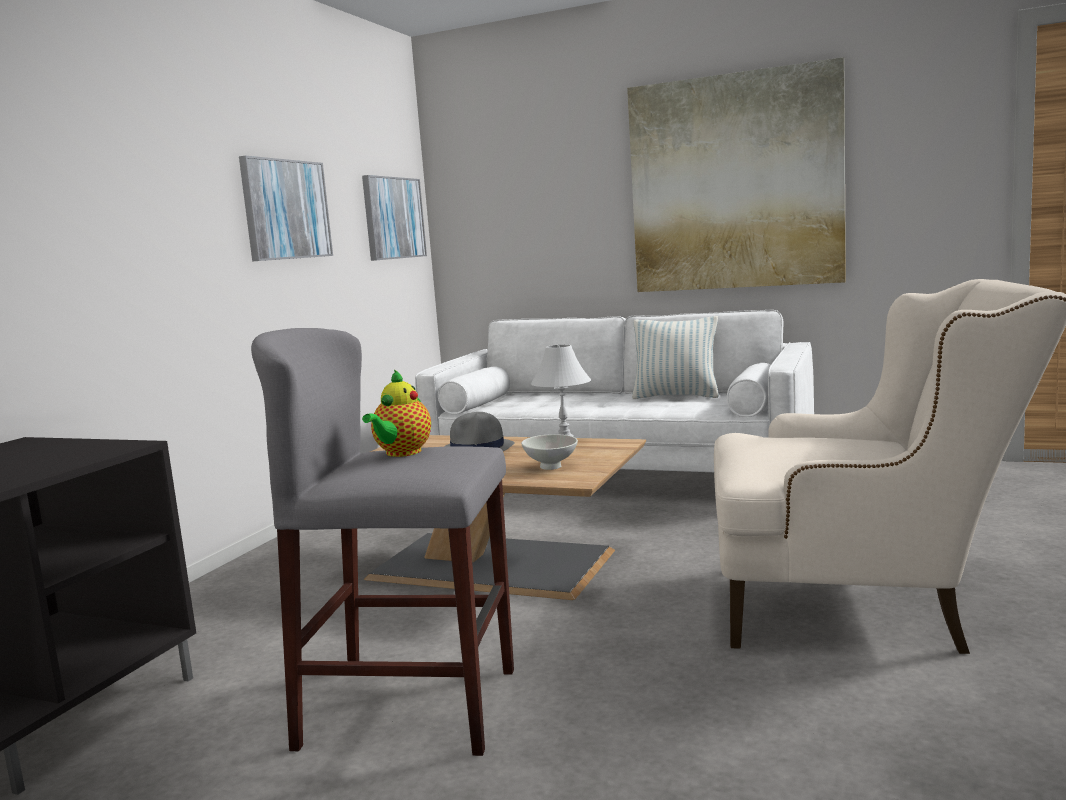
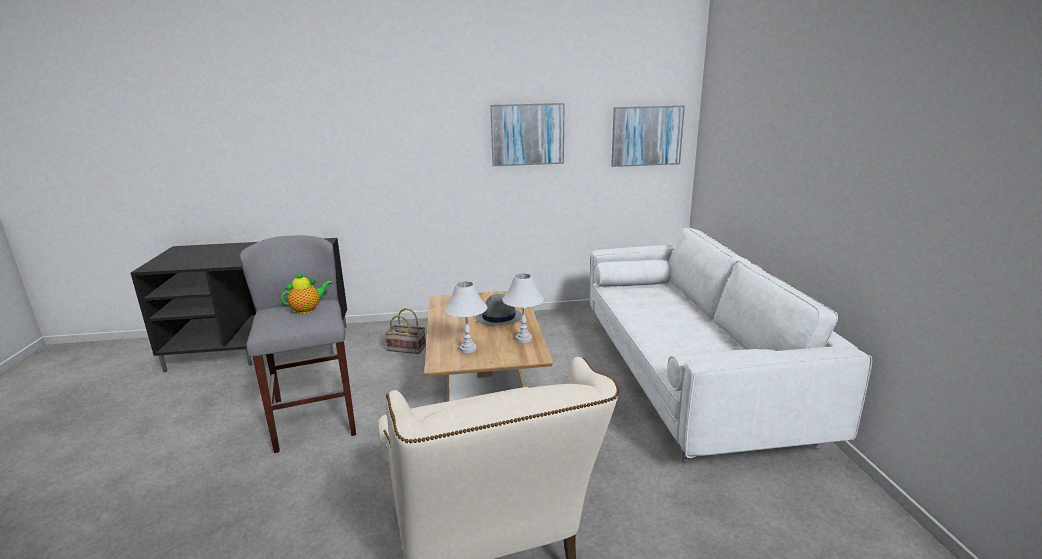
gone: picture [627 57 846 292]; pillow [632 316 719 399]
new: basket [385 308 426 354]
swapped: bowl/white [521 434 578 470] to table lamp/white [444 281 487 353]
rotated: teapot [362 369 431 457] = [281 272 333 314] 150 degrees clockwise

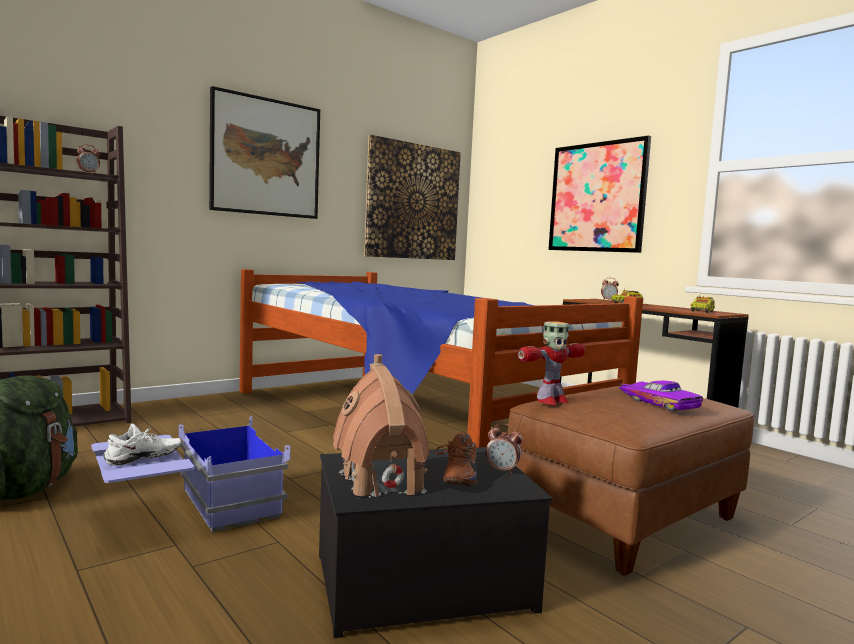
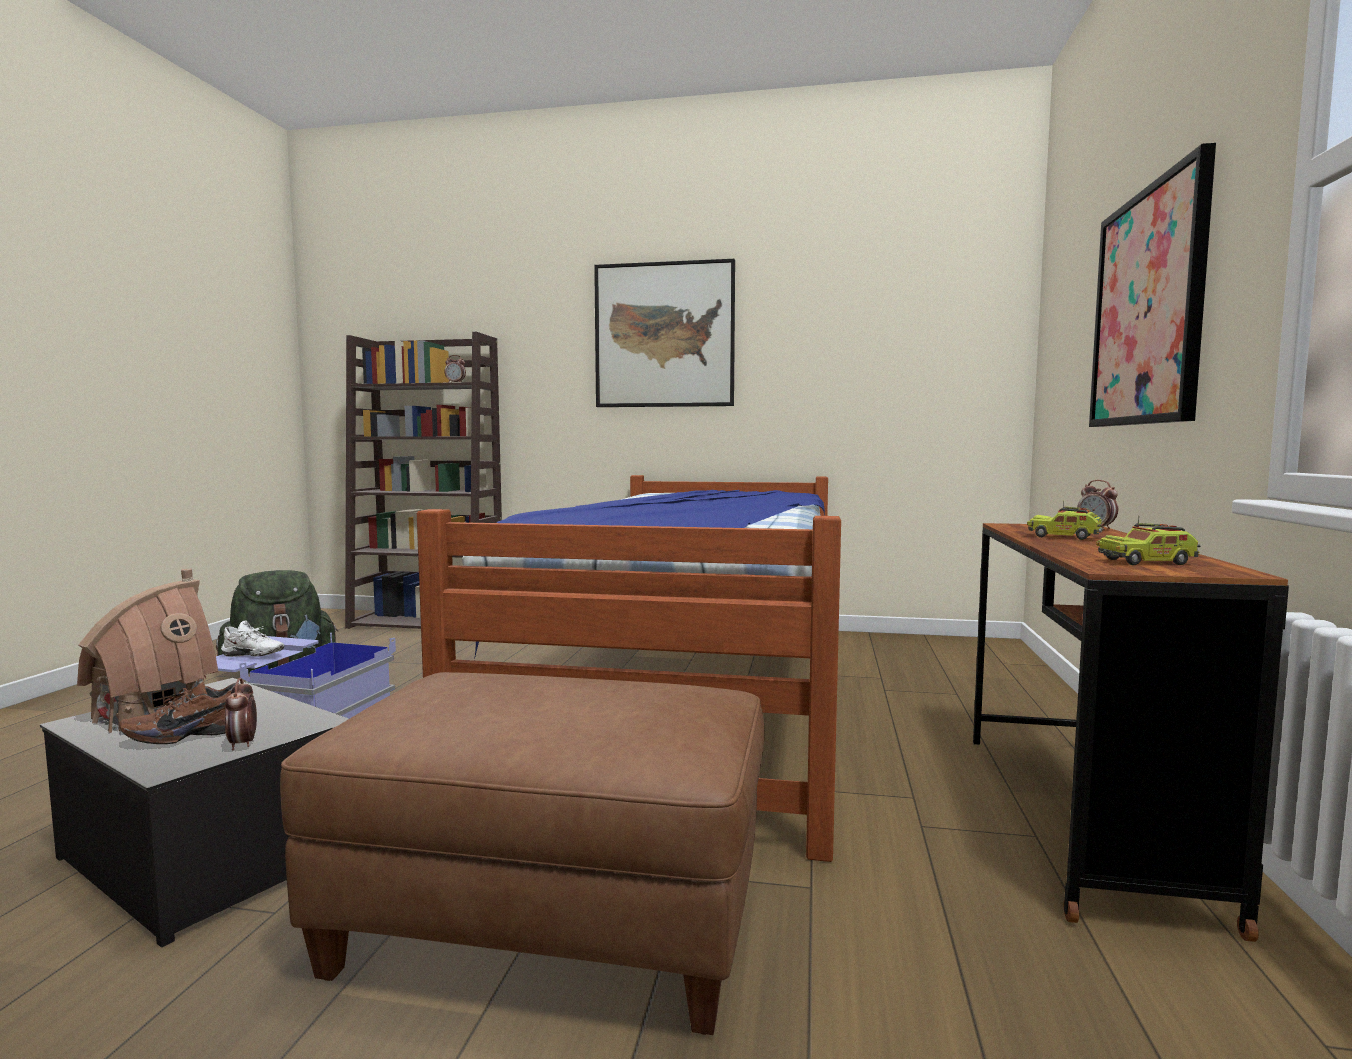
gone: picture [364 135 461 260]; toy robot [518 321 585 405]; toy car/purple [619 381 703 411]

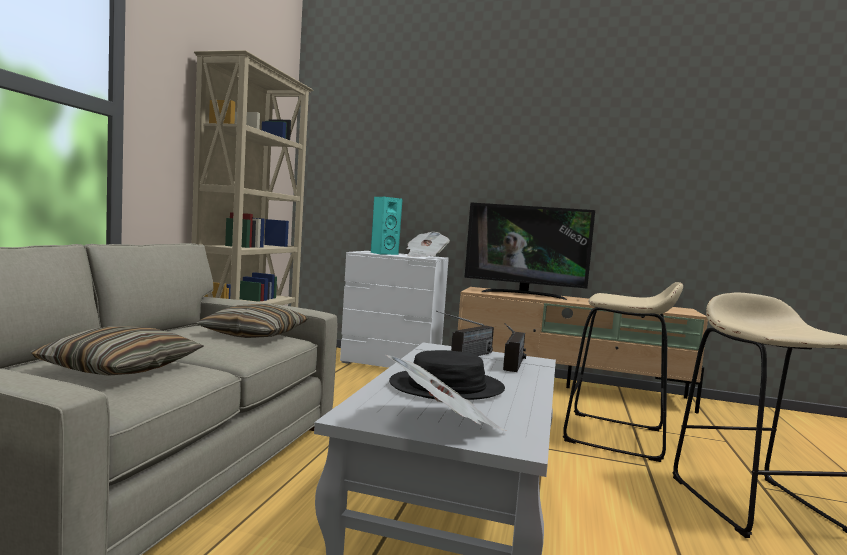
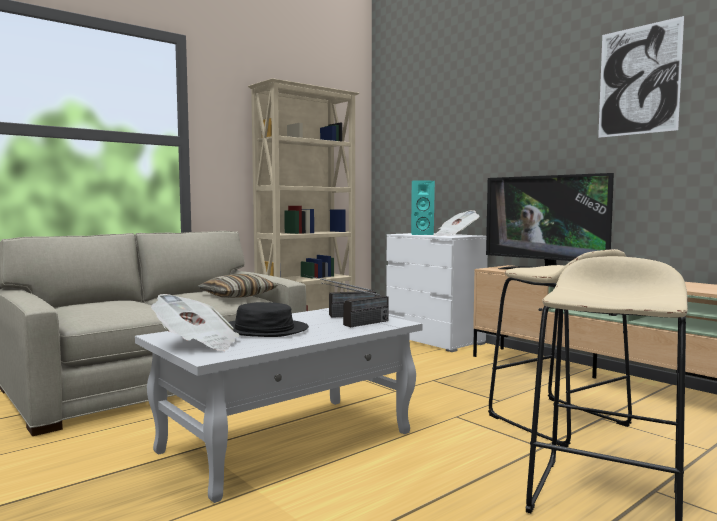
gone: pillow [30 326 204 376]
new: picture [598 16 684 138]

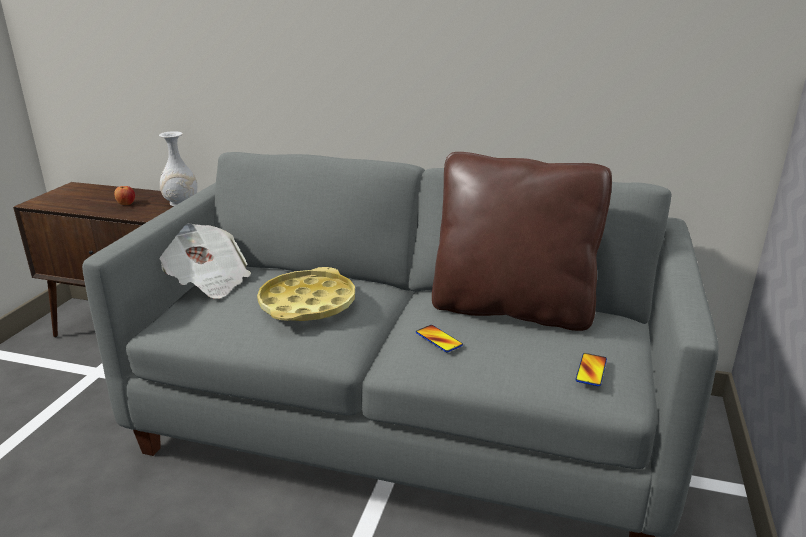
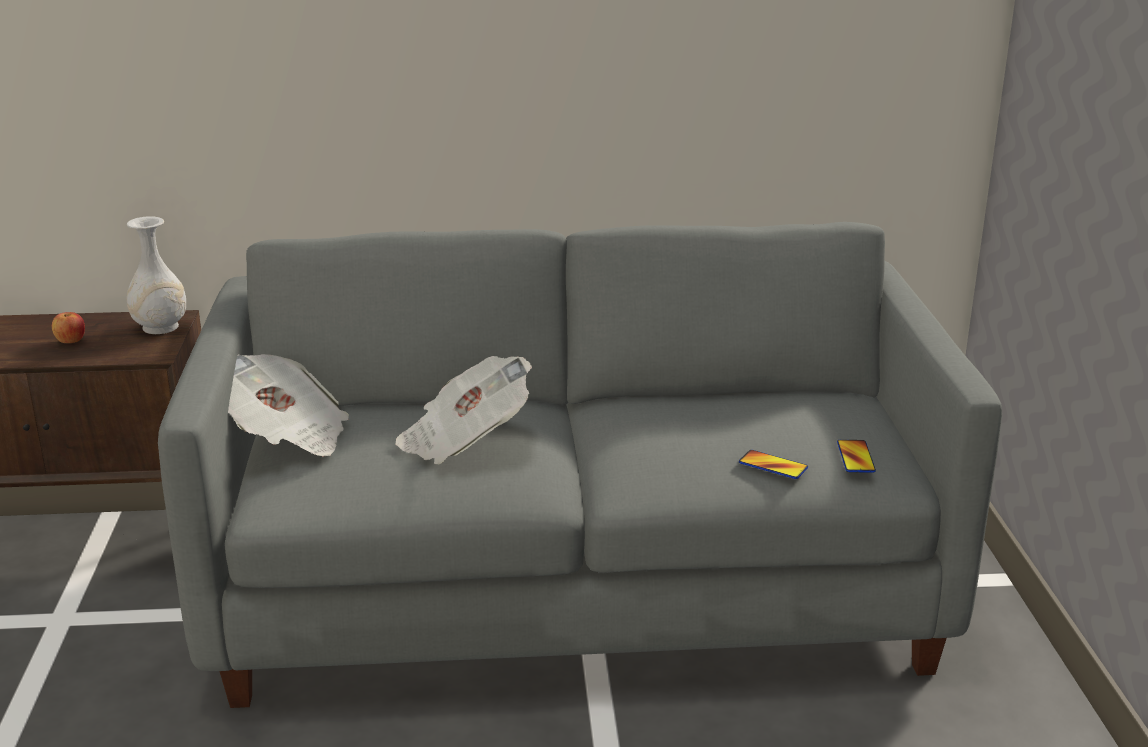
gone: pillow/brown [432 152 612 331]
shifted: phone [416 325 463 352] to [739 450 808 479]
swapped: tray/yellow [257 267 355 321] to newspaper [395 356 532 464]

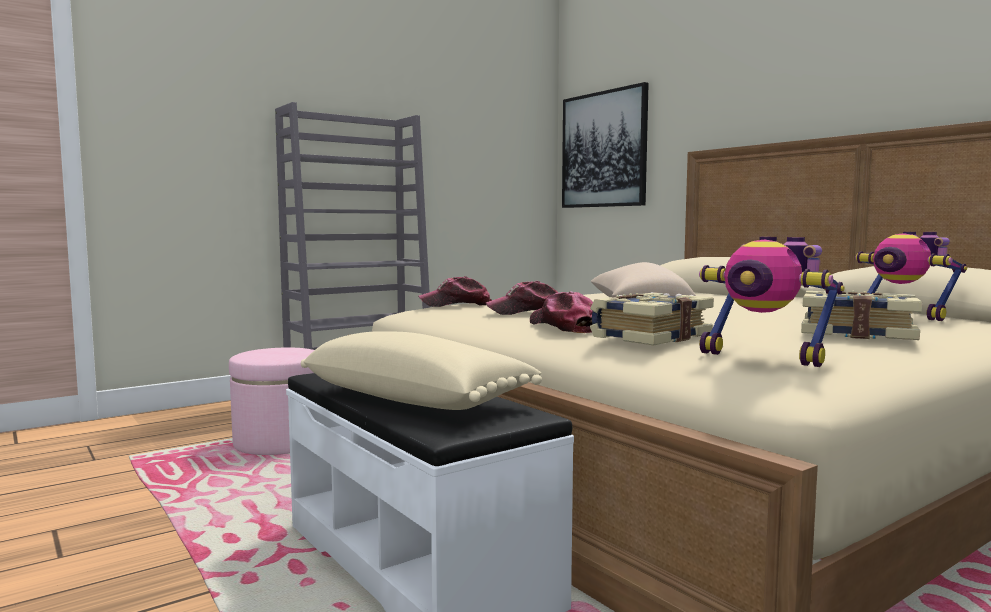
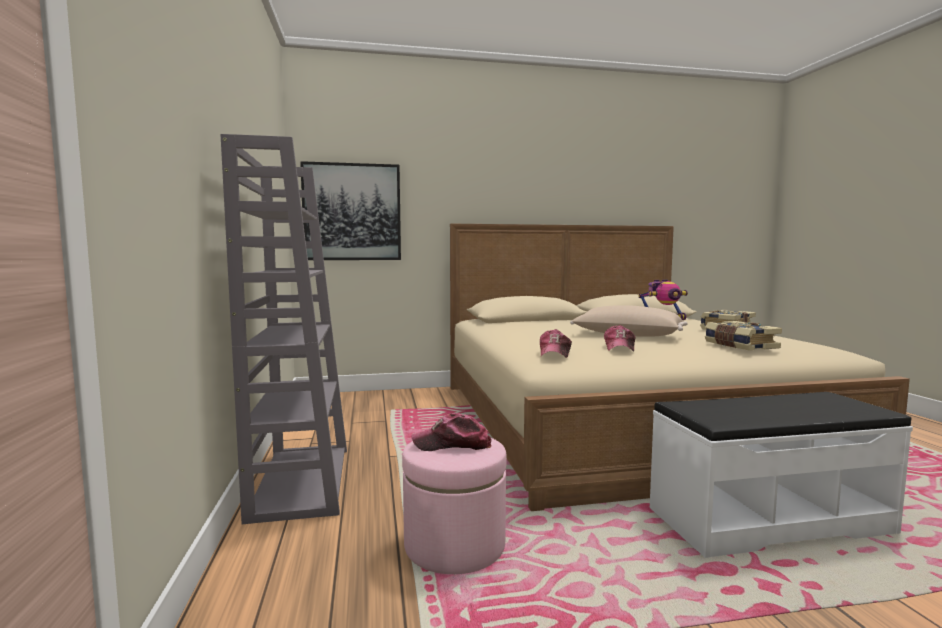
gone: pillow/beige [301 331 542 410]; toy robot [699 237 844 367]
shifted: cap [530 291 593 333] to [411 413 492 451]

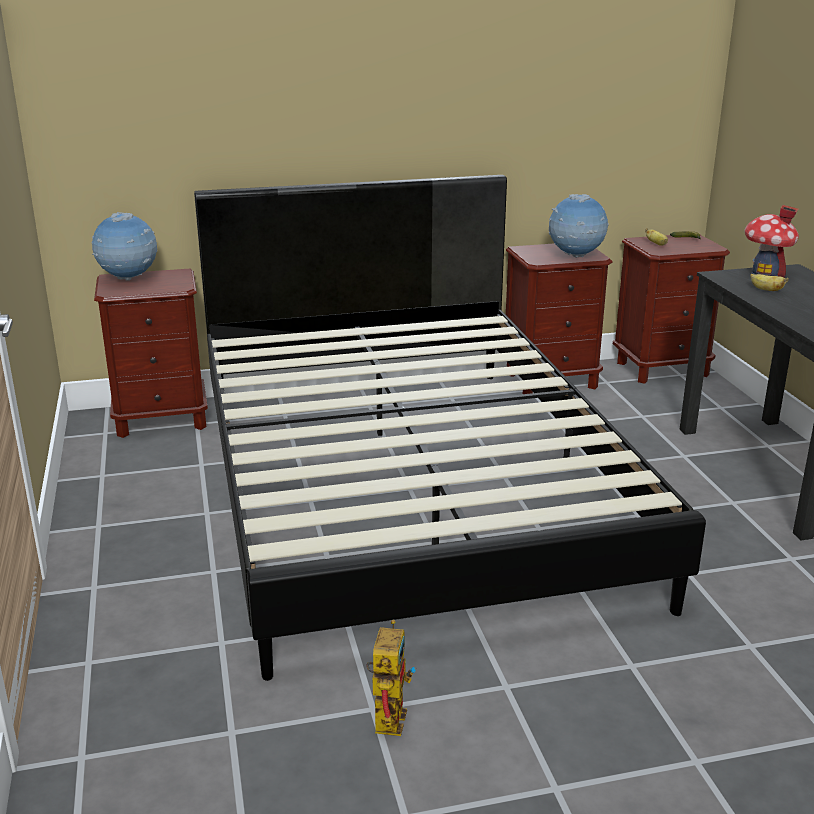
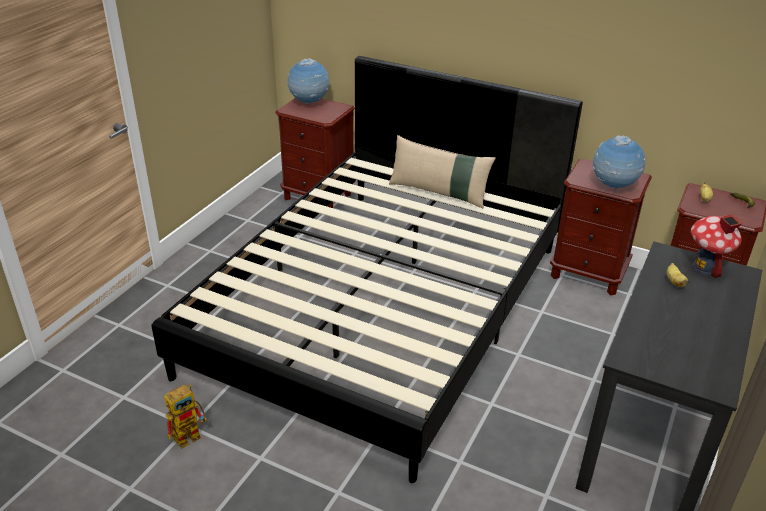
new: pillow/beige [389 135 496 208]

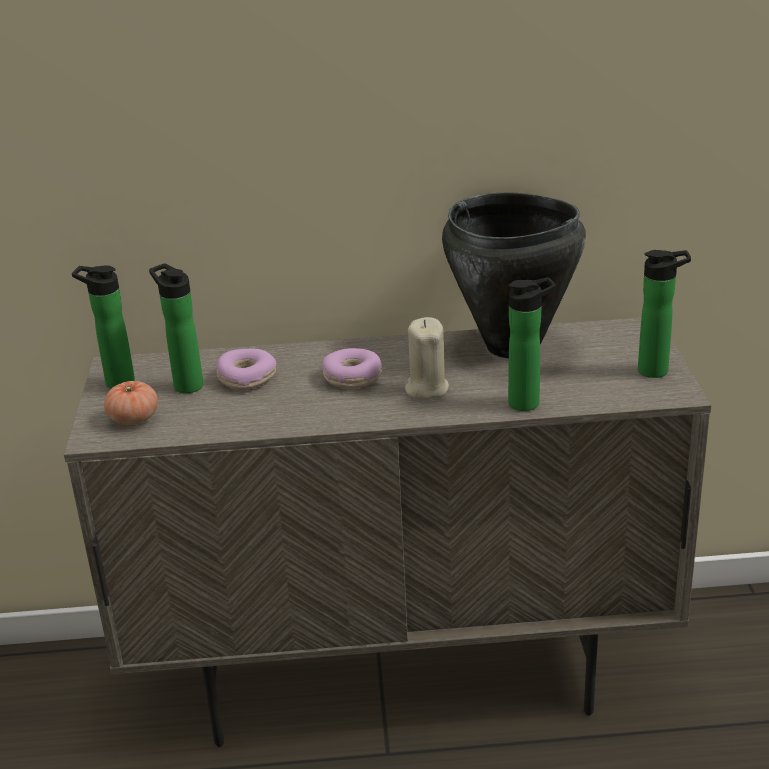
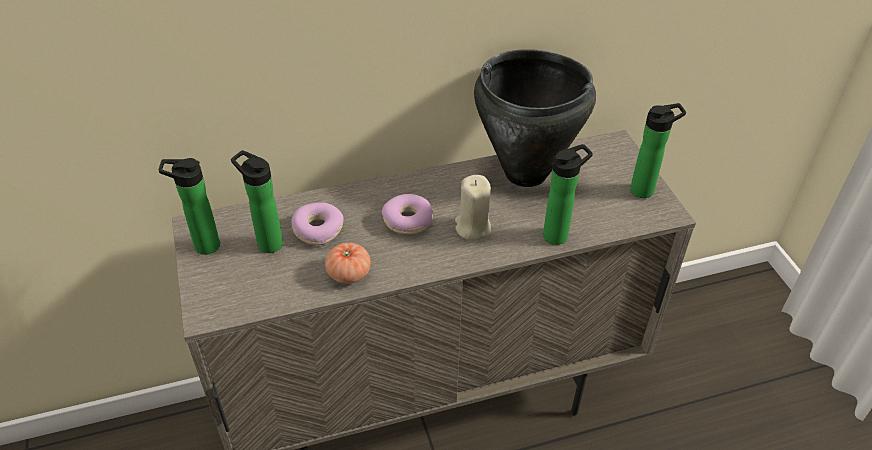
shifted: tomato [104 381 158 425] to [325 243 371 284]

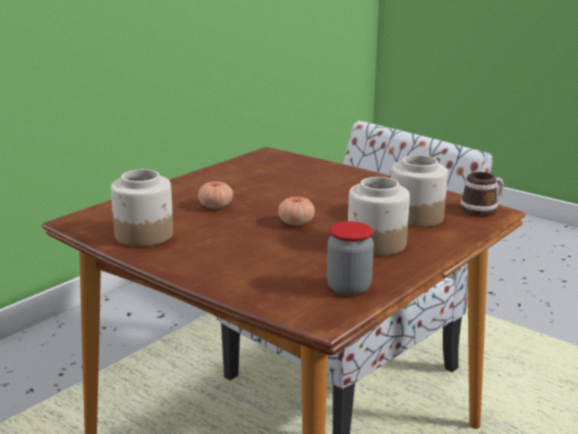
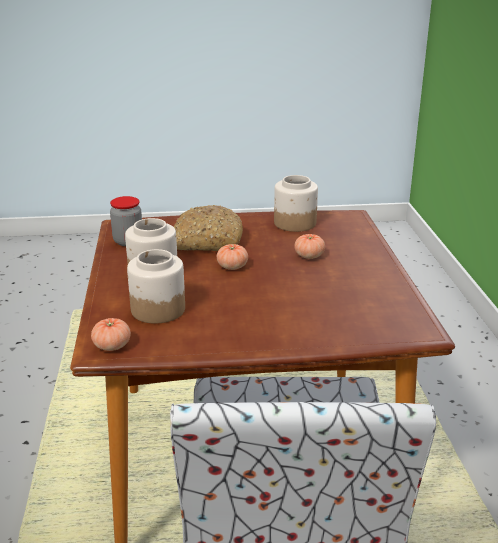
new: bread [174 205 243 251]
swapped: mug [460 172 504 217] to tomato [91 318 131 351]

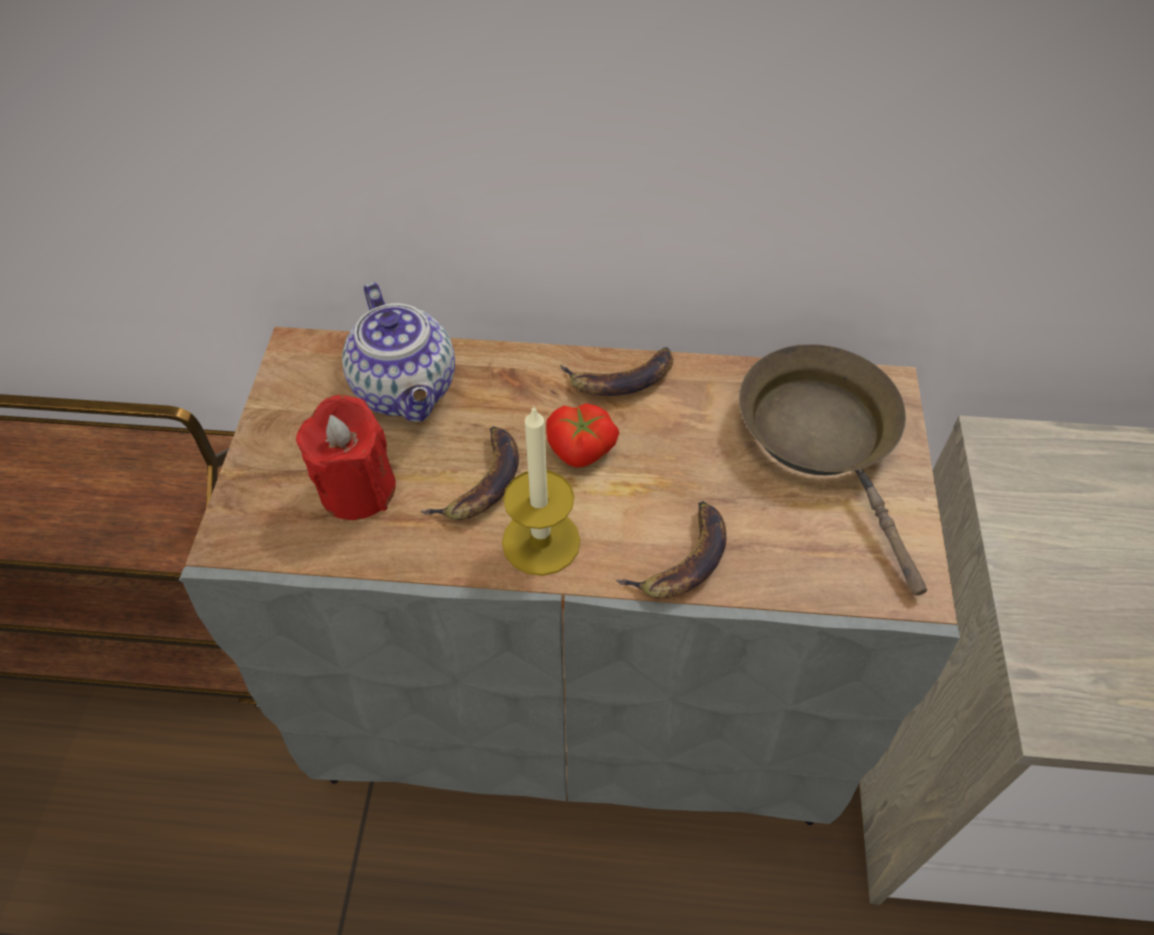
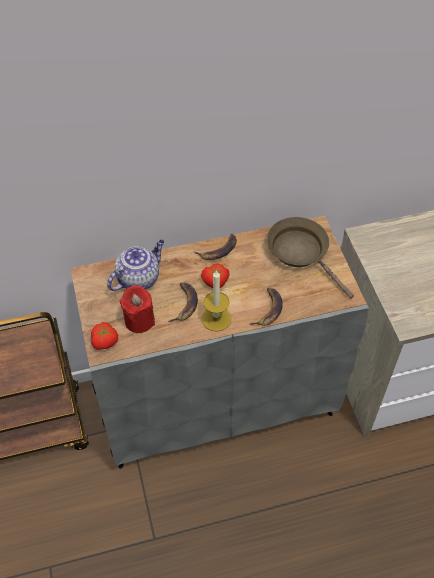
new: tomato [91 322 118 350]
rotated: teapot [342 282 455 422] = [107 240 165 291] 90 degrees counterclockwise

